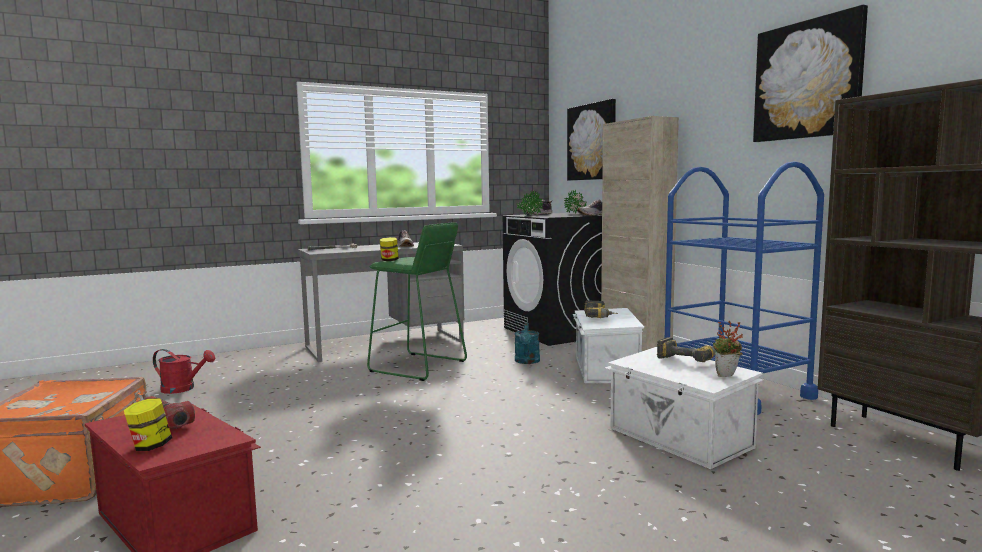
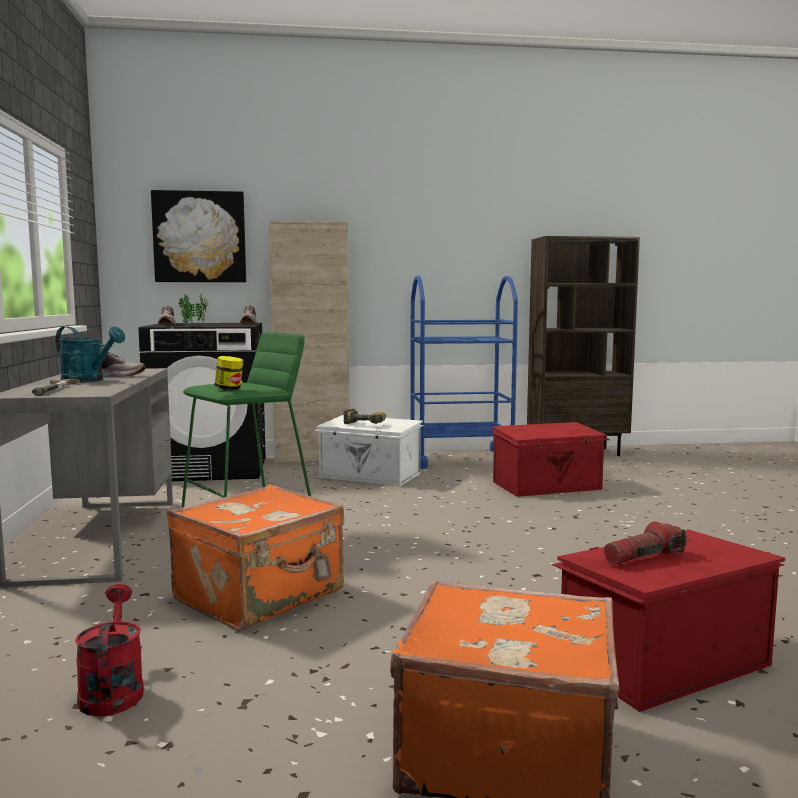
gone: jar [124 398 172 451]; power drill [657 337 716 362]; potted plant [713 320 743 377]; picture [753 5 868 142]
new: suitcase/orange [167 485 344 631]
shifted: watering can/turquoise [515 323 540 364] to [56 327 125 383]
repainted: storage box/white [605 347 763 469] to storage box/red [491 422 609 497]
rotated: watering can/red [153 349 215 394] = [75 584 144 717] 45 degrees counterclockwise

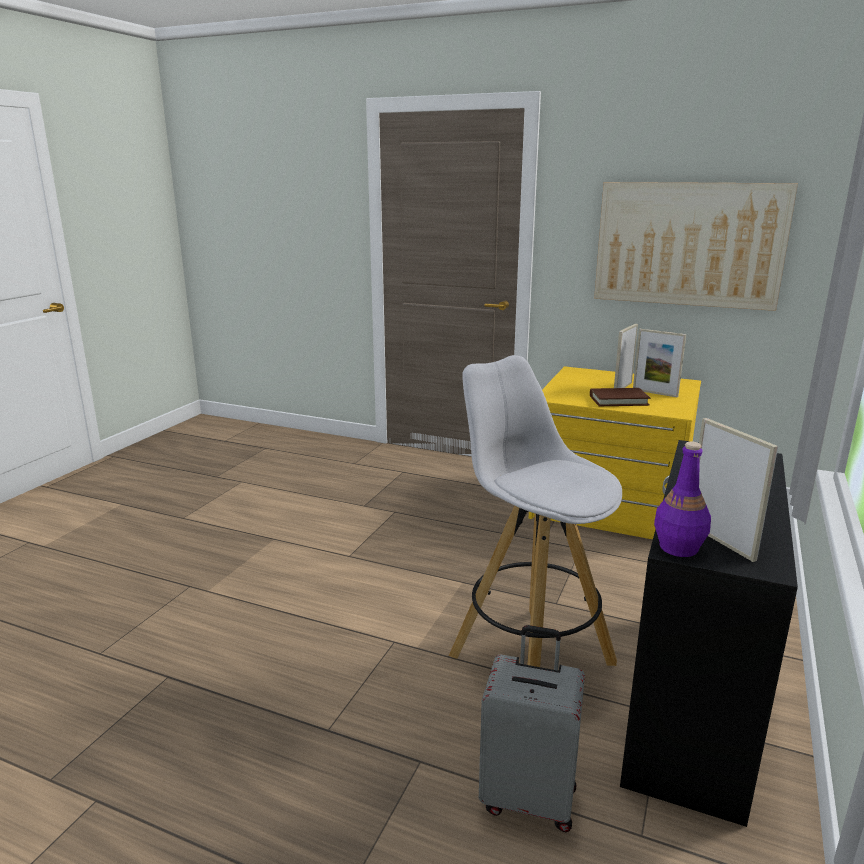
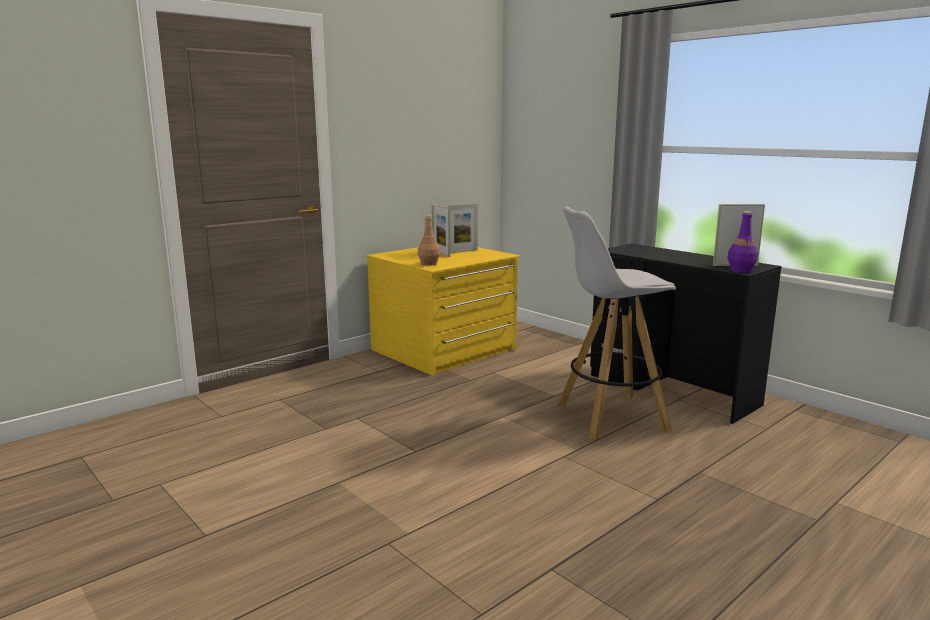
gone: suitcase/grey [479 625 585 832]; book/brown [590 388 650 406]; picture [594 182 798 311]
new: bottle/brown [418 215 440 266]

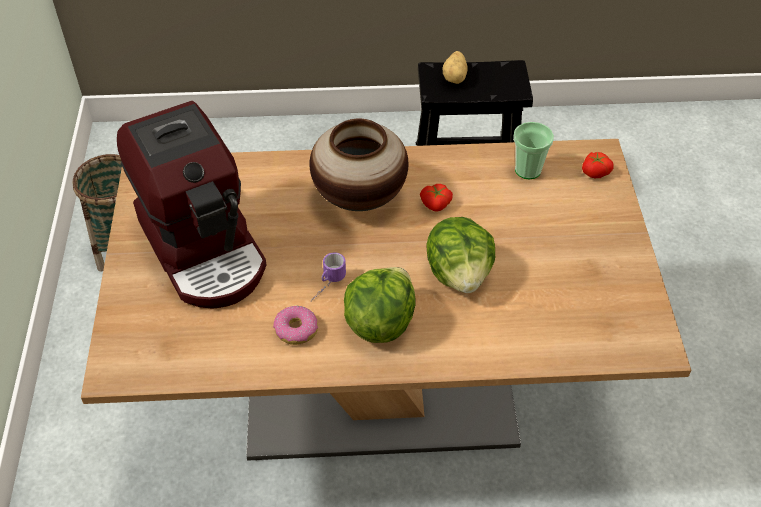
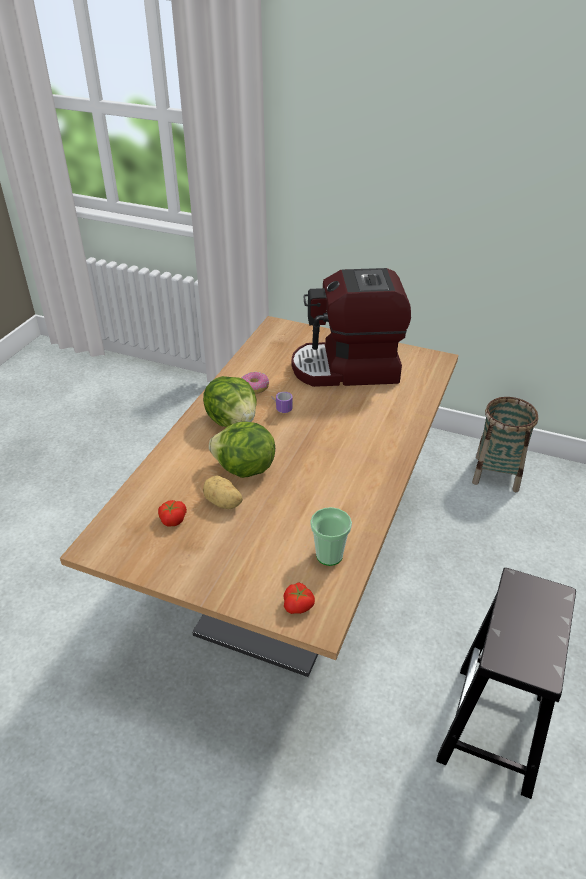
gone: vase [309 119 409 211]
shifted: tomato [420 184 453 212] to [158 500 187 527]; potato [443 51 467 84] to [203 475 243 509]

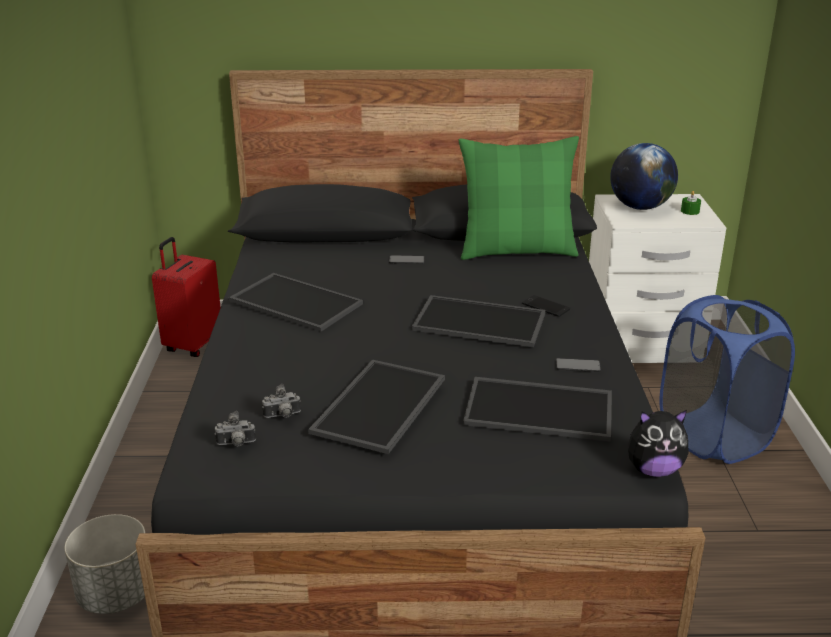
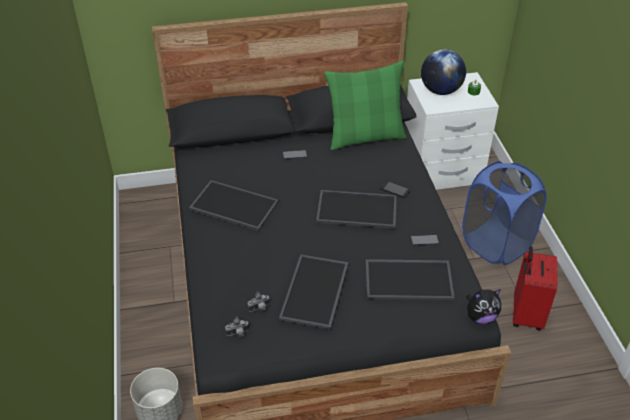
shifted: suitcase/red [152 237 221 357] to [513 246 558 331]

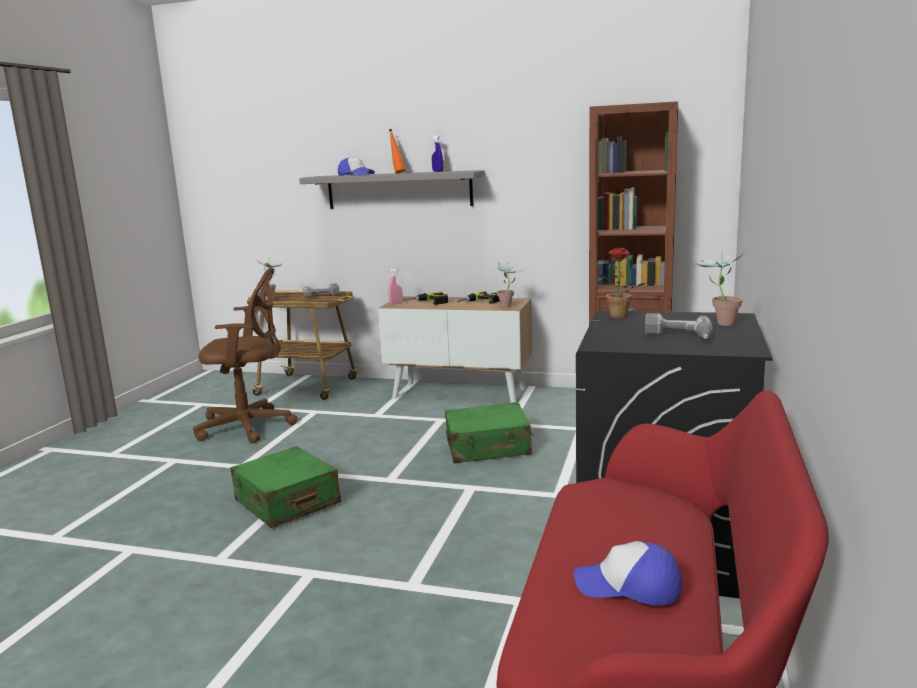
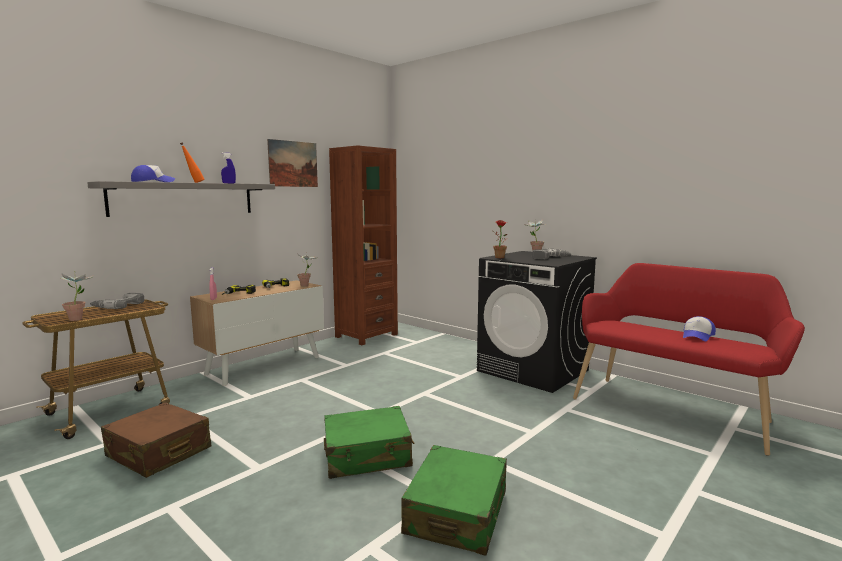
new: picture [267 139 318 187]
shifted: suitcase/green [445 402 534 463] to [401 445 507 555]
swapped: office chair/brown [193 268 298 443] to suitcase/brown [101 402 211 478]

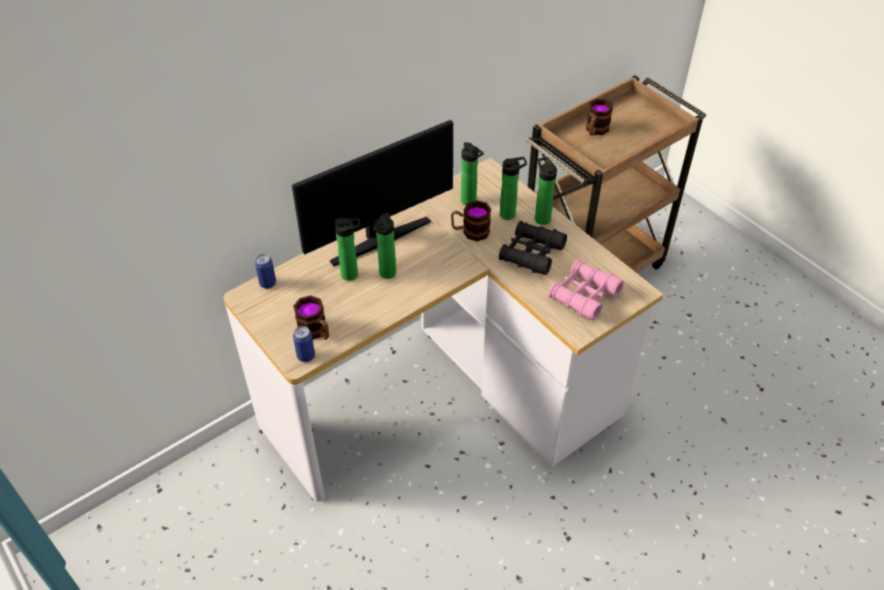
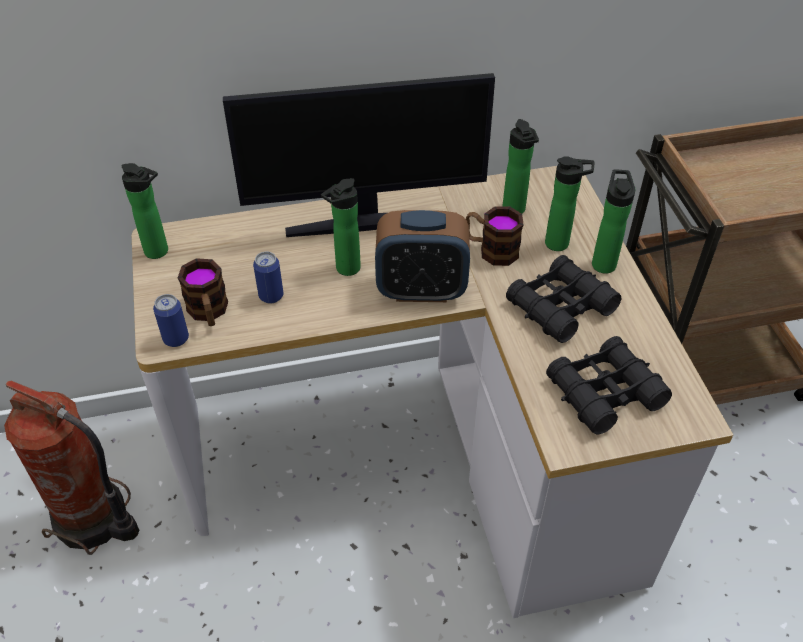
gone: mug [586 99 613 136]
new: fire extinguisher [4 381 139 555]; alarm clock [375 210 470 302]
shifted: can [255 254 276 289] to [253 252 283 304]; bottle [334 218 360 281] to [122 163 168 259]
repainted: binoculars/pink [548 260 624 320] to binoculars/black [546 336 672 435]

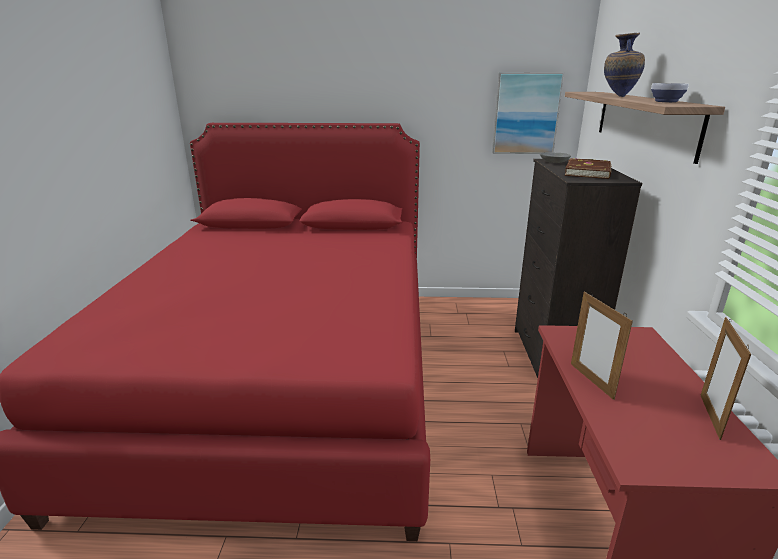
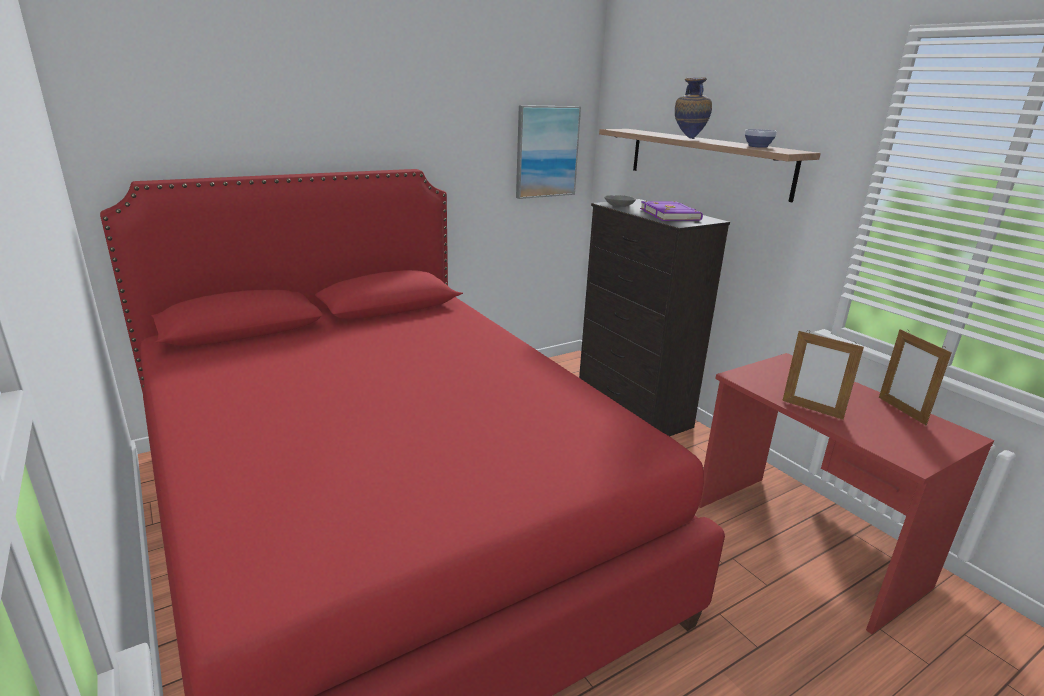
repainted: book/brown [565 158 611 179] to book/purple [640 201 703 221]

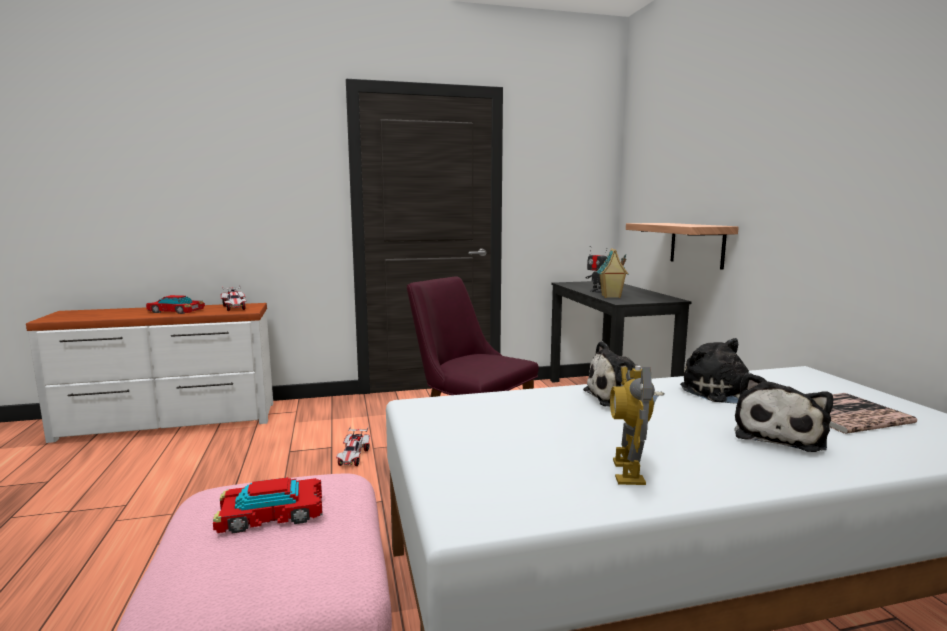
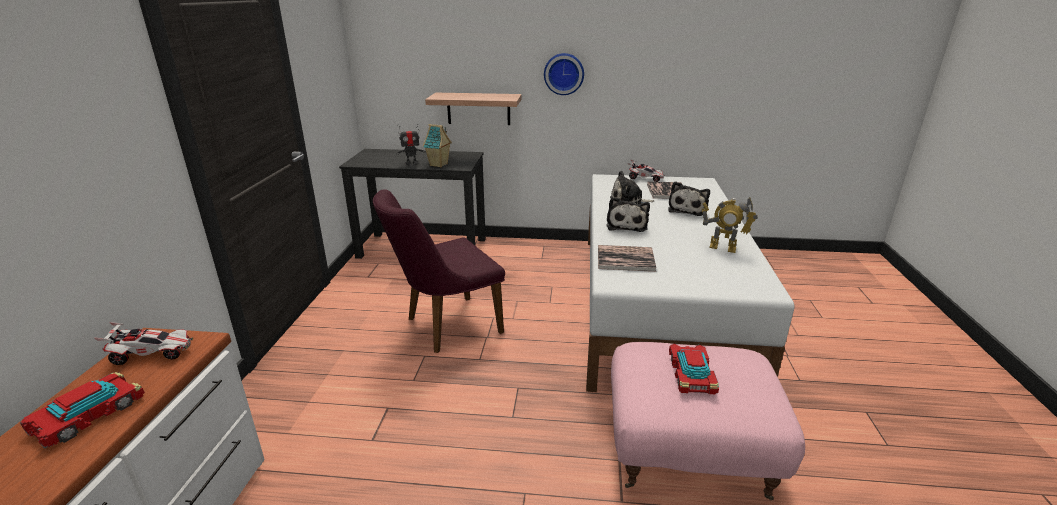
new: wall clock [544 53 584 95]; book [598 245 657 272]
shifted: toy car [336 426 370 466] to [628 160 665 182]
rotated: plush toy [734 373 833 452] = [668 181 710 216] 60 degrees clockwise

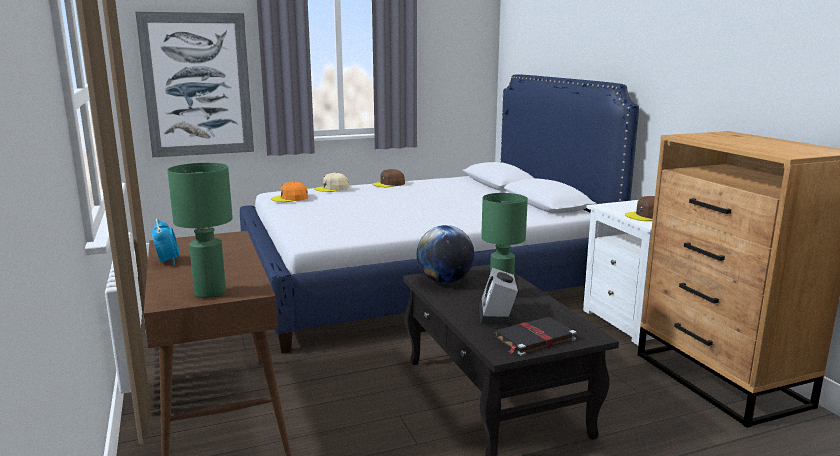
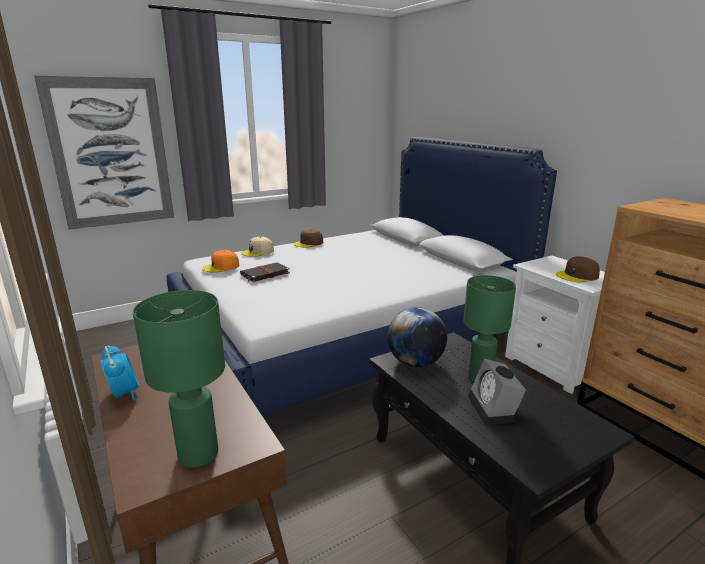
shifted: book/black [493 317 576 356] to [240 262 290 282]

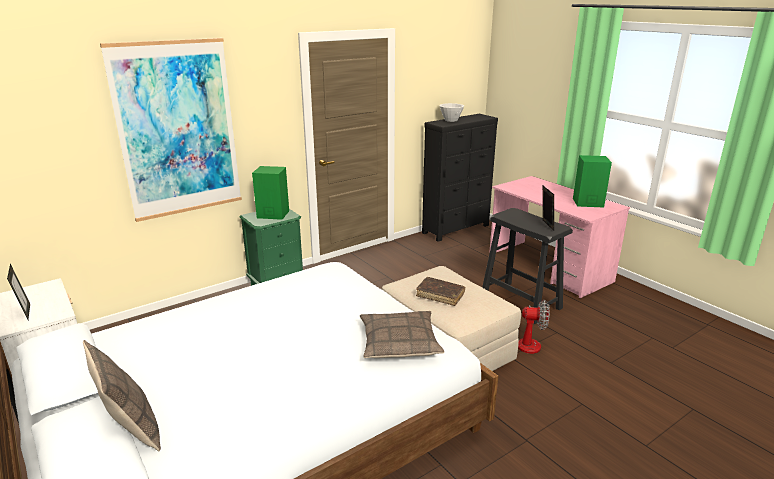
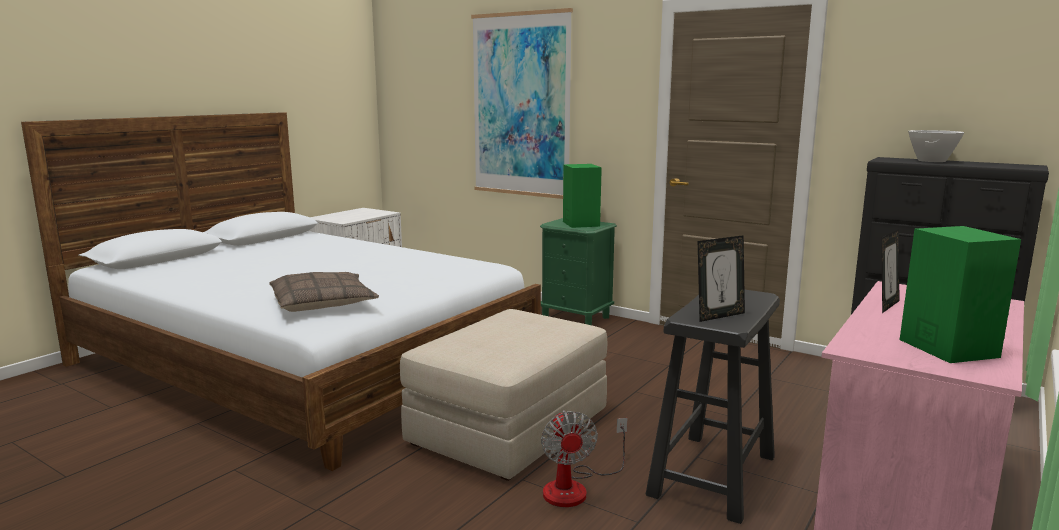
gone: pillow [83 340 161 451]; book/brown [416 277 465 306]
shifted: picture frame [7 264 30 320] to [881 229 899 313]

